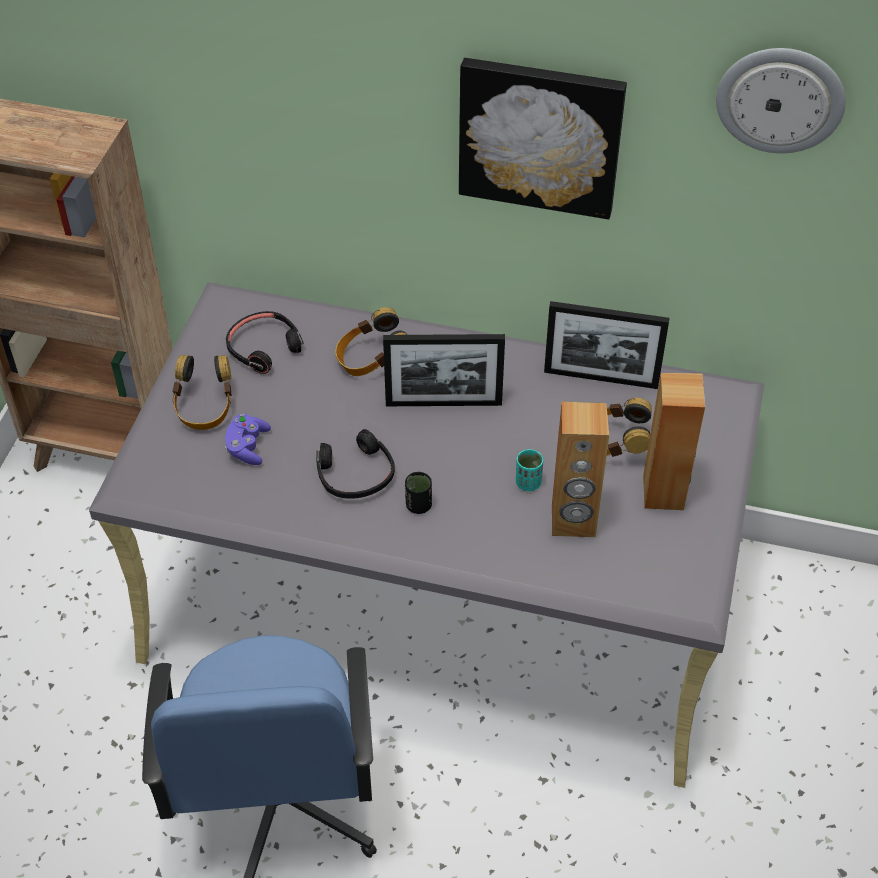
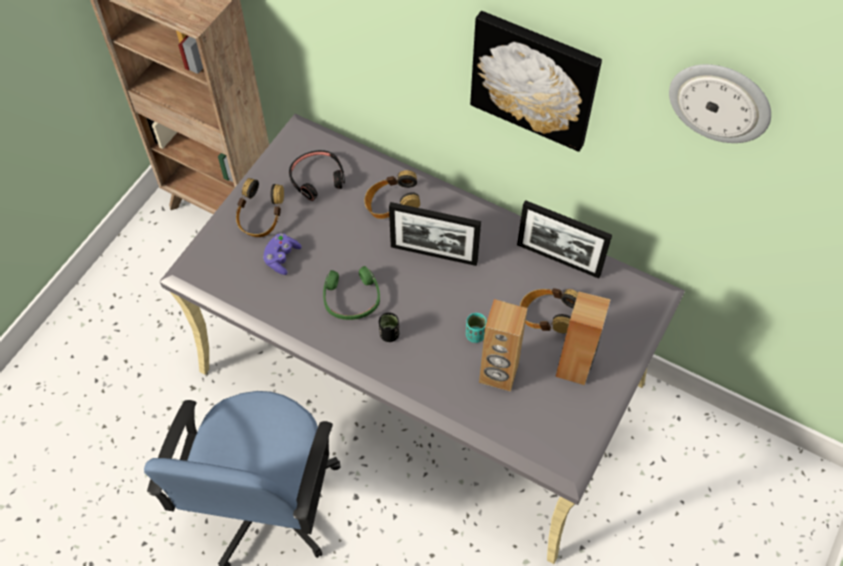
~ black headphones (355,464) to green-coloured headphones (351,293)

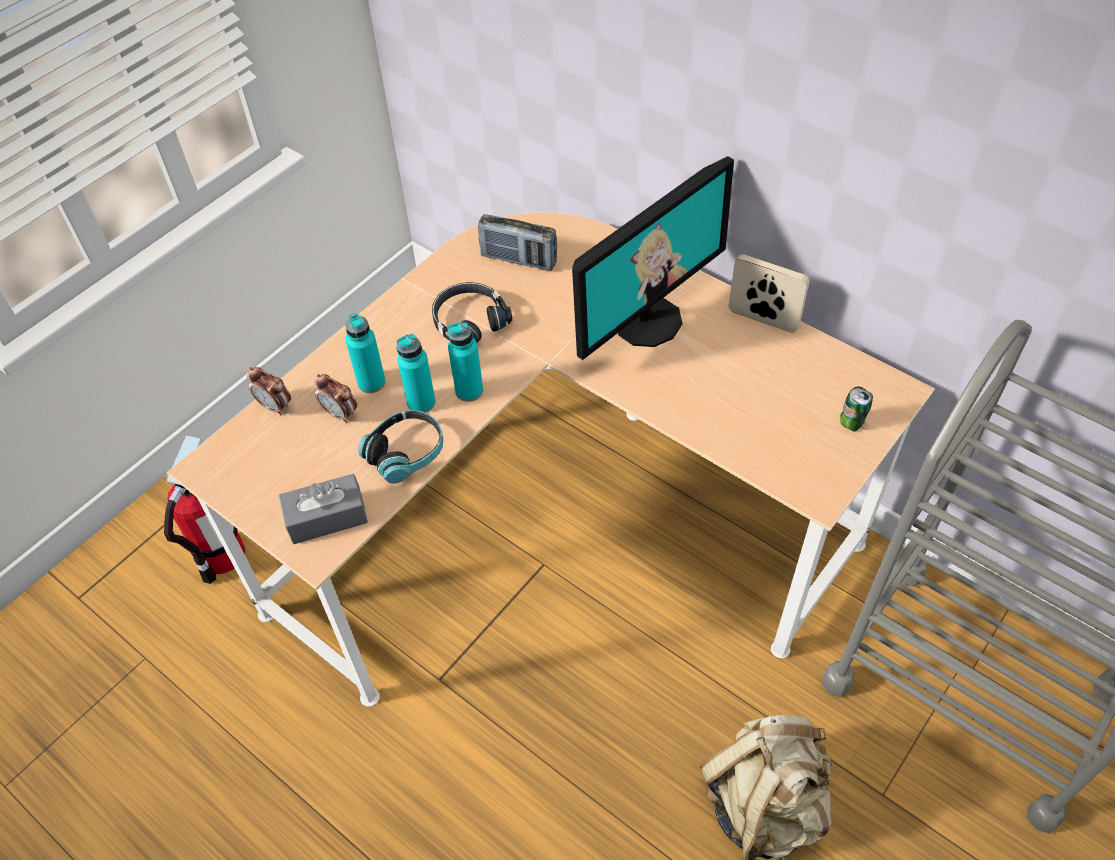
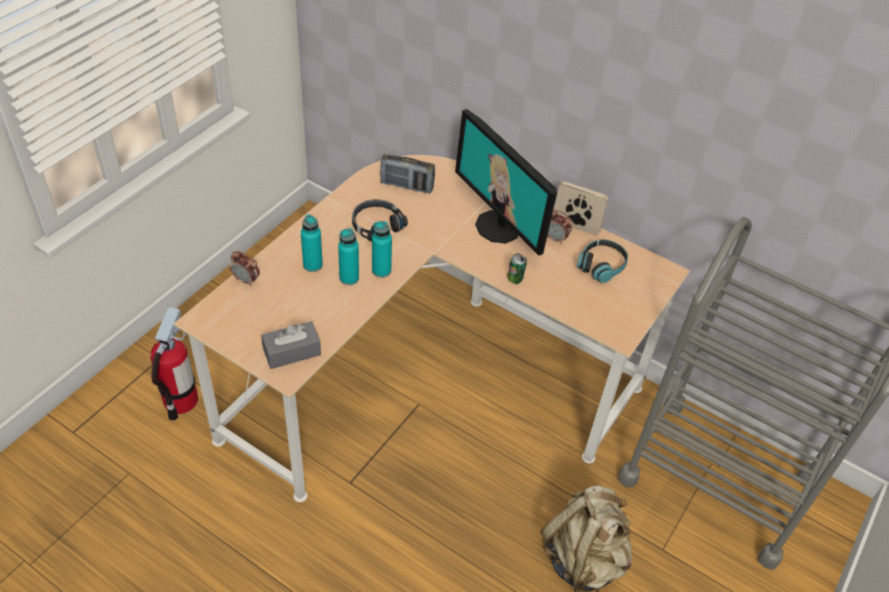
~ table clock (336,398) to (560,227)
~ headphones (400,447) to (602,261)
~ metal can (856,409) to (517,268)
~ monitor (653,258) = (506,182) 105 degrees clockwise

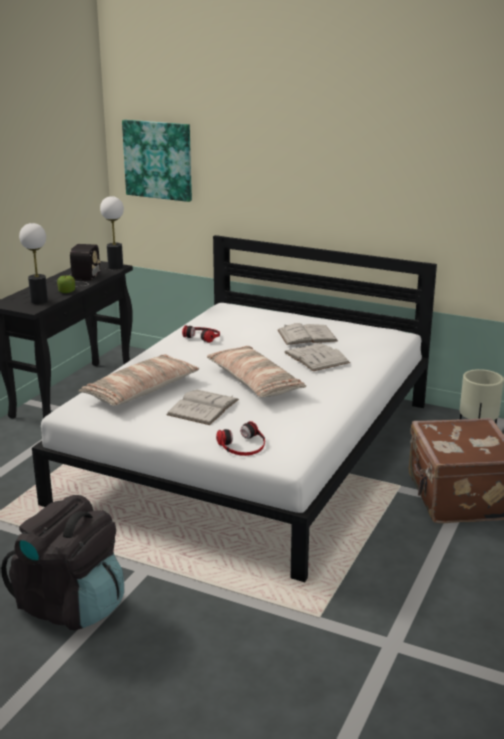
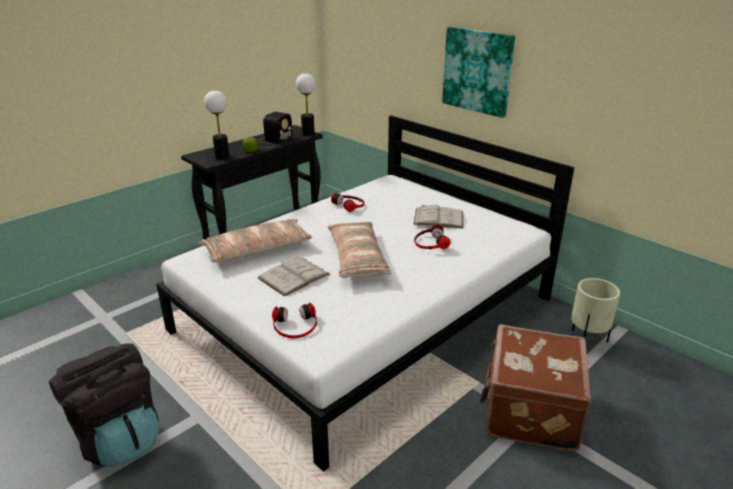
~ picture (157,161) to (478,72)
~ whitish bound book (317,357) to headphones (432,236)

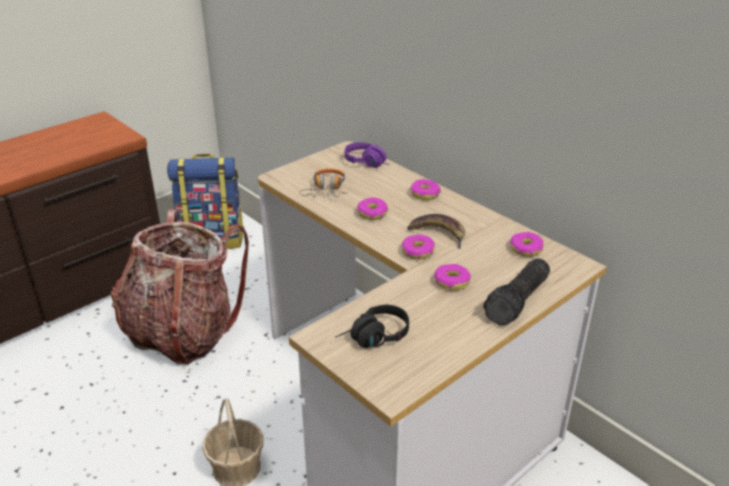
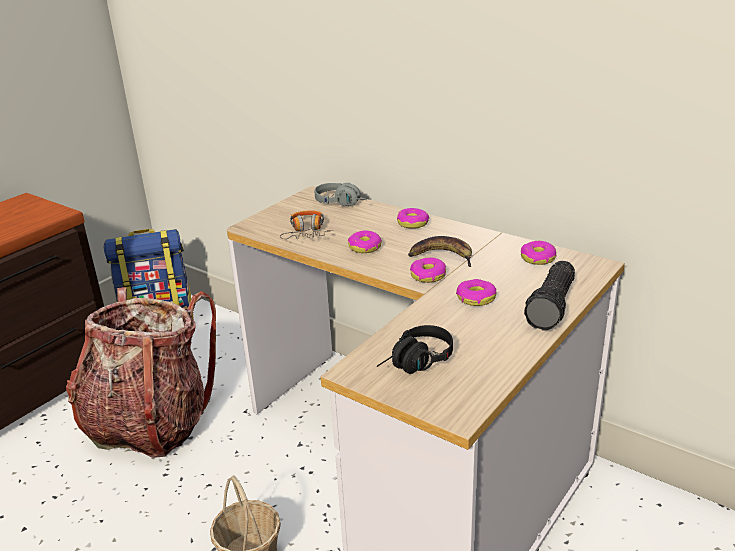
~ purple headphones (367,155) to gray headphones (341,194)

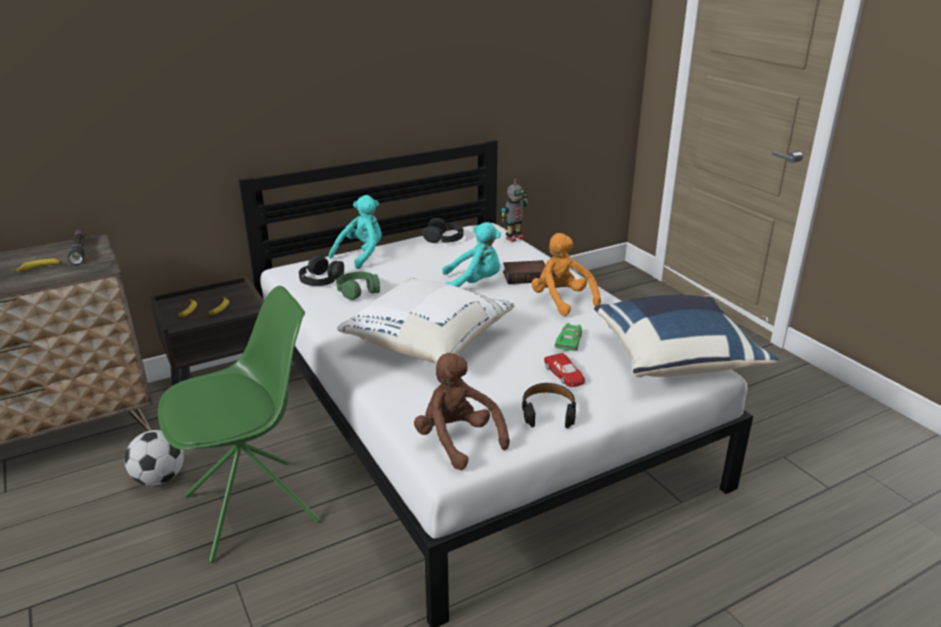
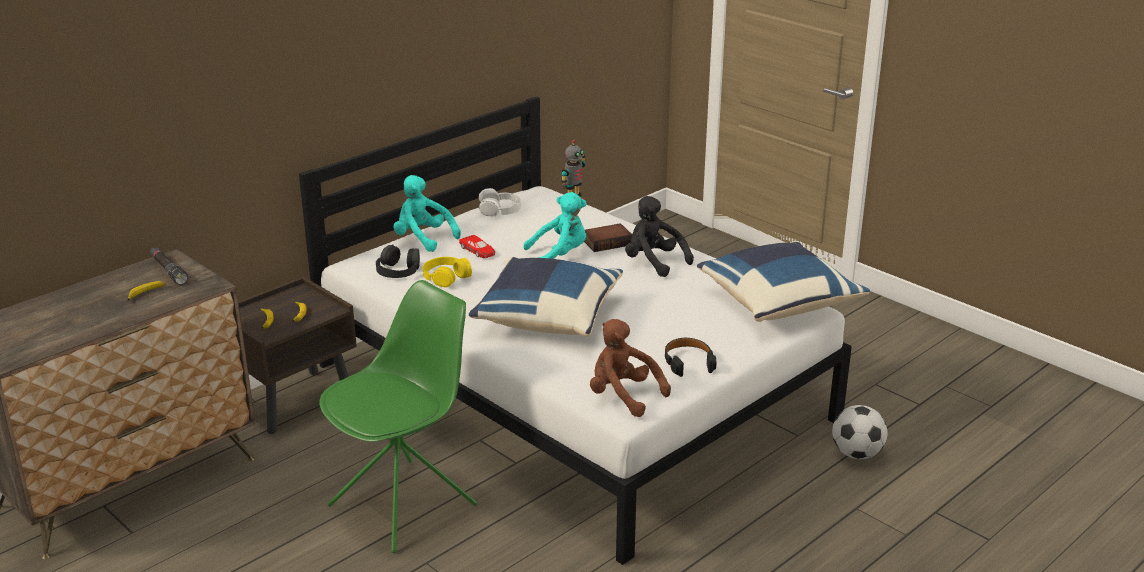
- green-coloured miniature car (568,337)
~ football ball (154,458) to (860,432)
~ red miniature car (564,370) to (477,246)
~ green-coloured headphones (358,286) to yellow-coloured headphones (447,272)
~ whitish cushion (426,320) to blue cushion (546,297)
~ black headphones (443,230) to whitish headphones (500,202)
~ orange plush toy (566,274) to black plush toy (659,236)
~ turquoise plush toy (355,232) = (427,213) 75 degrees counterclockwise

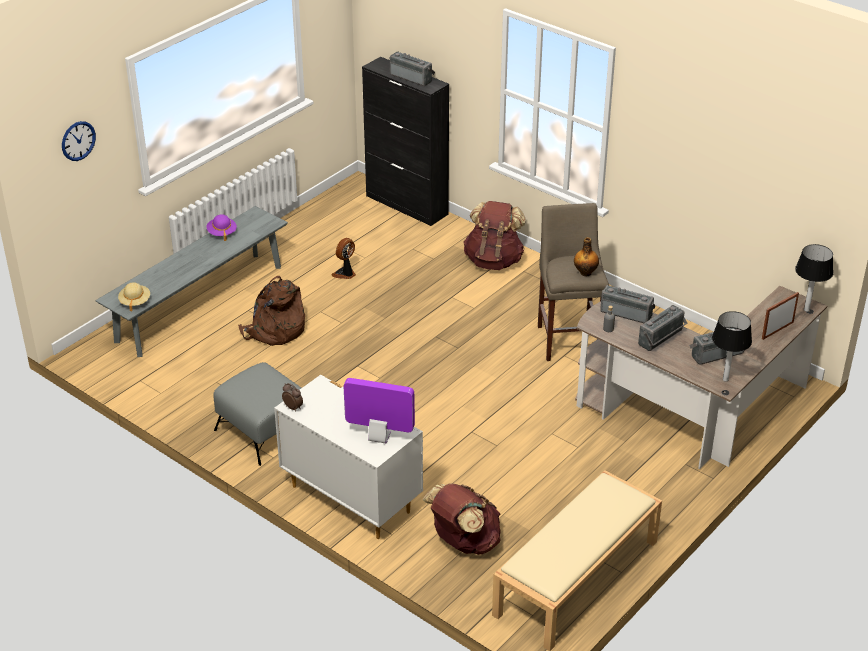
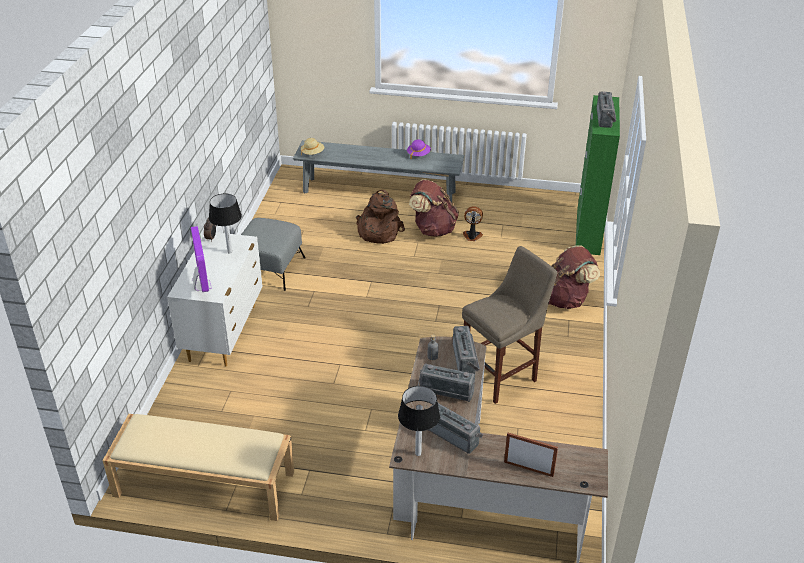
- hanging clock (79,141)
- beverage bottle (586,256)
~ brown-coloured backpack (461,519) to (434,208)
~ tabletop lamp (814,278) to (225,223)
~ black cupboard (405,141) to green-coloured cupboard (598,175)

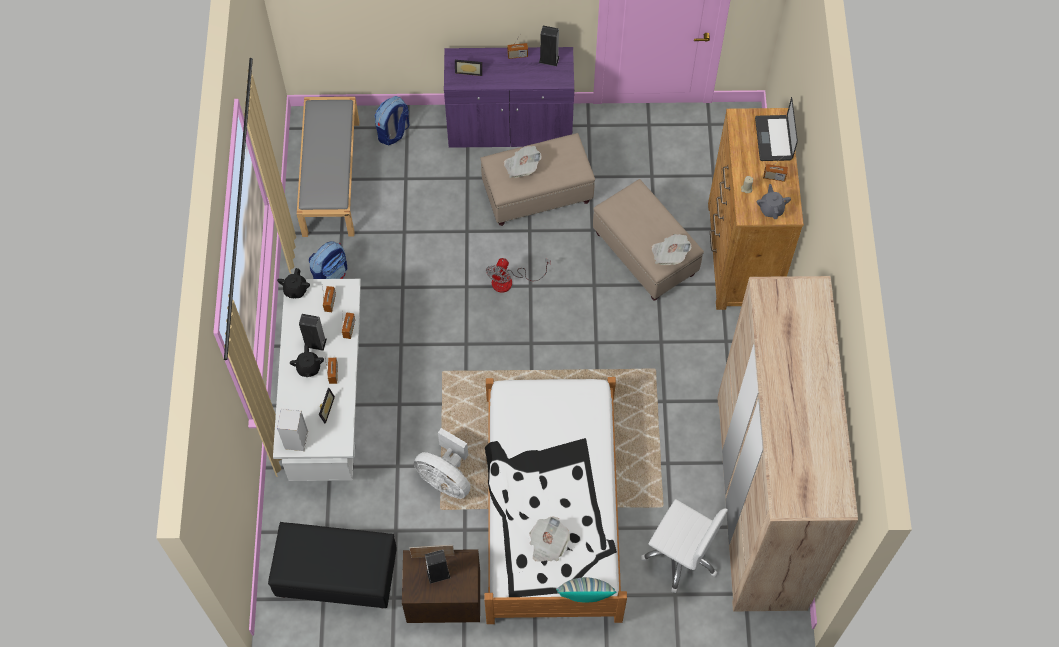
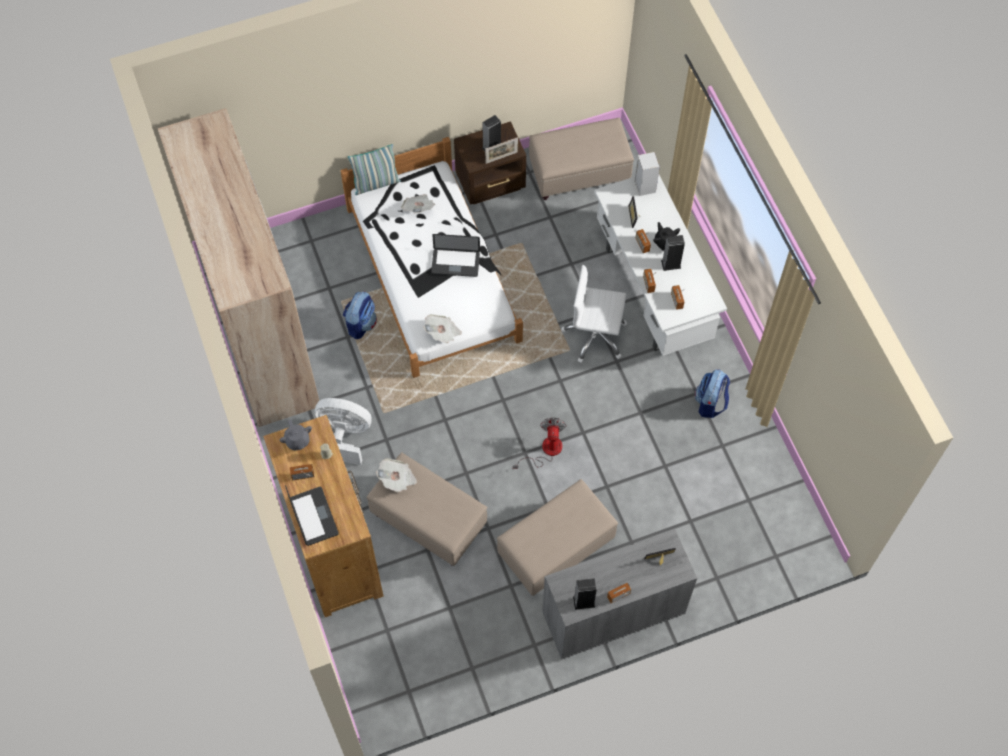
- black tea pot (293,283)
- gray long seat (328,167)
+ laptop (455,255)
~ backpack (392,120) to (360,315)
~ whitish fan (442,463) to (343,431)
~ printed paper (523,162) to (442,328)
~ whitish computer chair (684,546) to (594,314)
~ black pouffe (332,565) to sand-coloured pouffe (581,159)
~ purple cupboard (509,97) to gray cupboard (619,594)

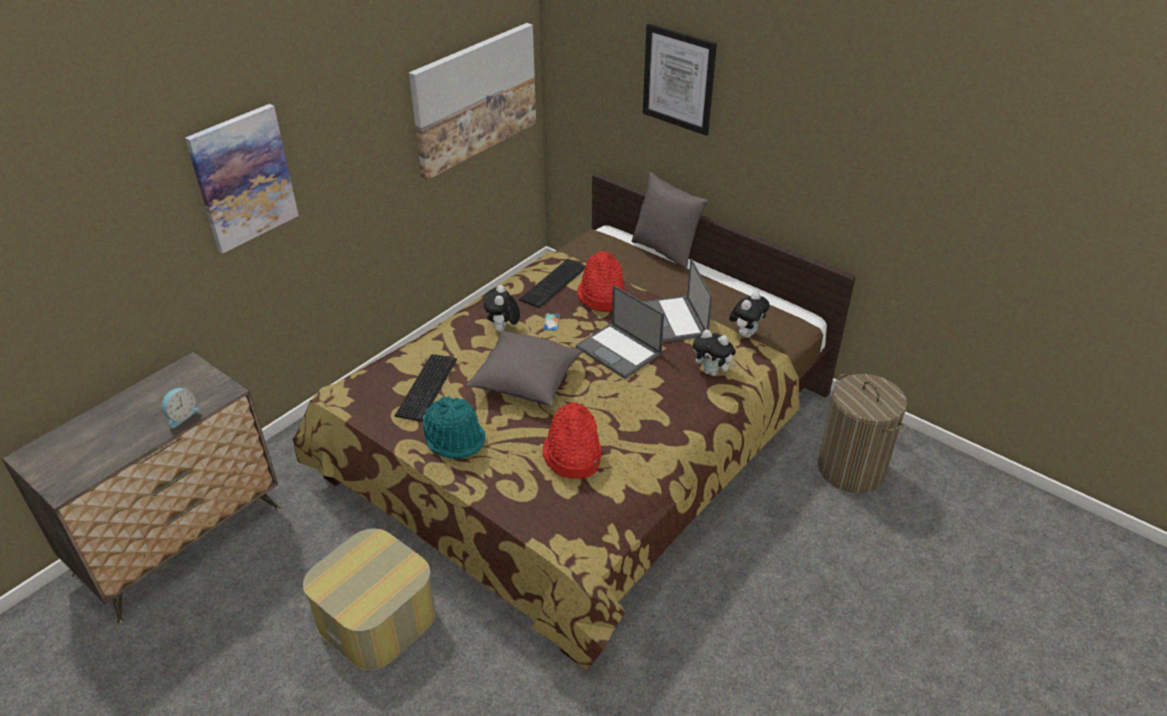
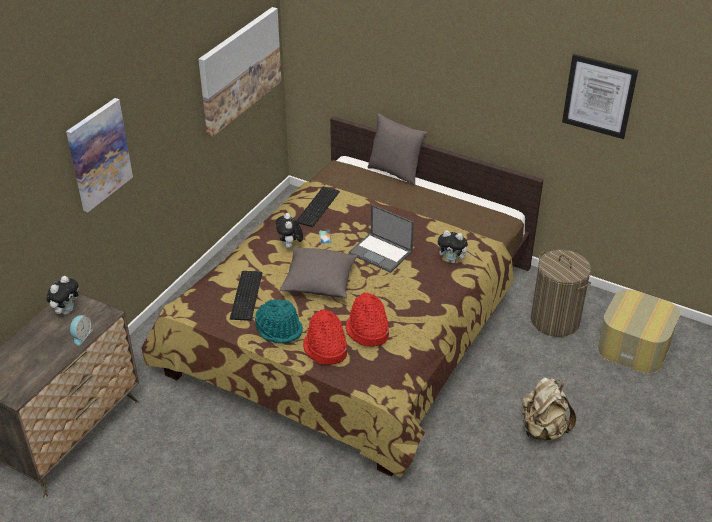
- laptop (678,301)
+ sand-coloured backpack (549,409)
~ pouffe (369,599) to (639,331)
~ red wearable hat (601,281) to (325,337)
~ picture (680,80) to (600,96)
~ plush toy (749,315) to (62,295)

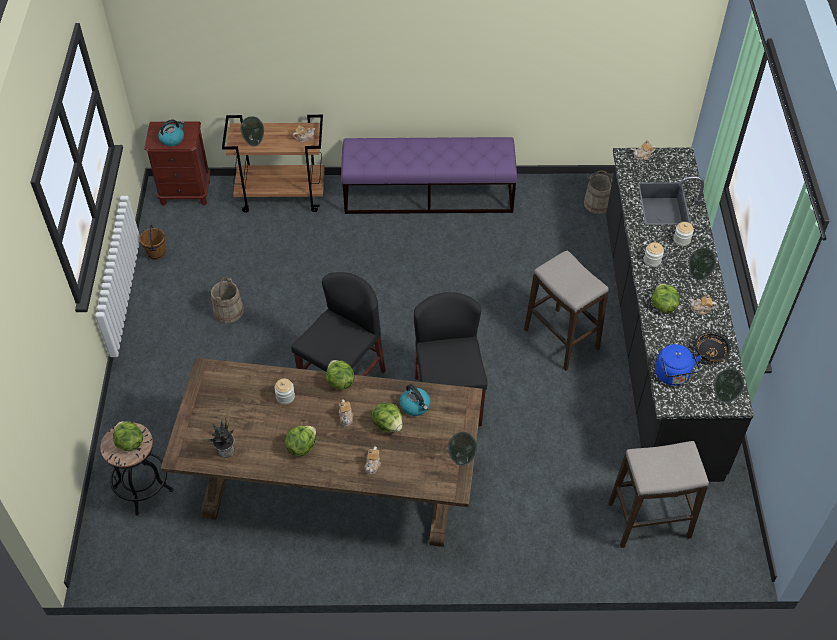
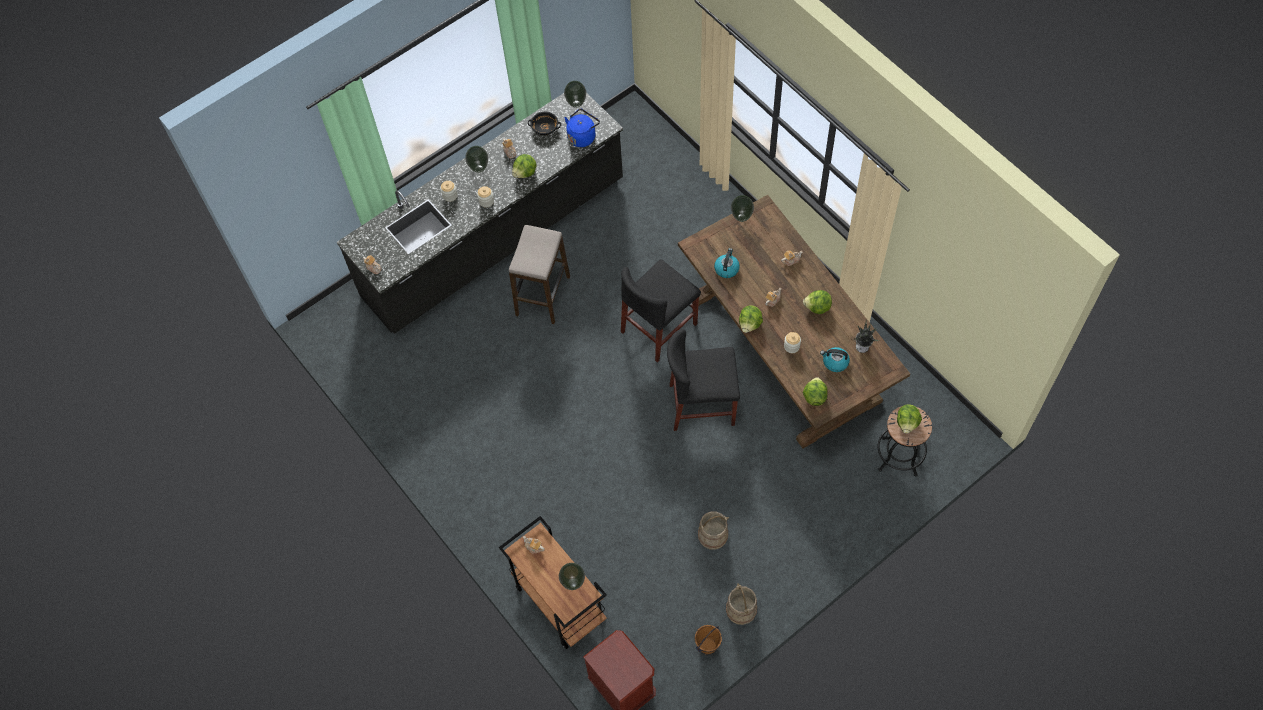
- purple long seat (429,175)
- stool seat (658,494)
~ kettle (171,132) to (835,359)
~ lettuce (387,417) to (815,391)
~ sand-coloured pail (598,192) to (741,604)

